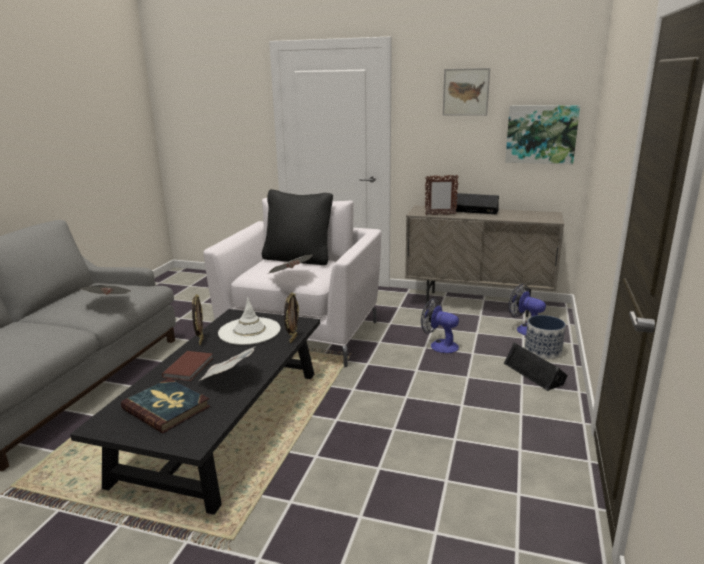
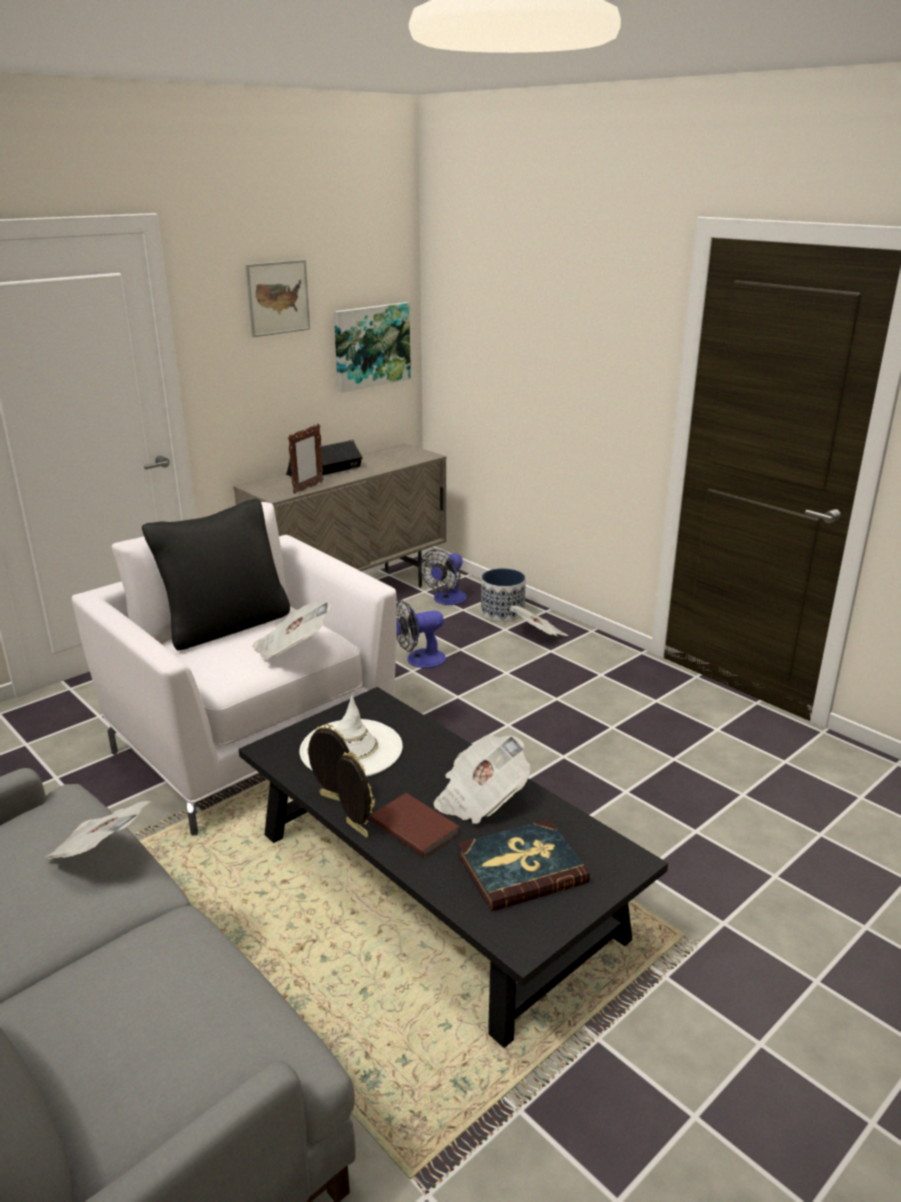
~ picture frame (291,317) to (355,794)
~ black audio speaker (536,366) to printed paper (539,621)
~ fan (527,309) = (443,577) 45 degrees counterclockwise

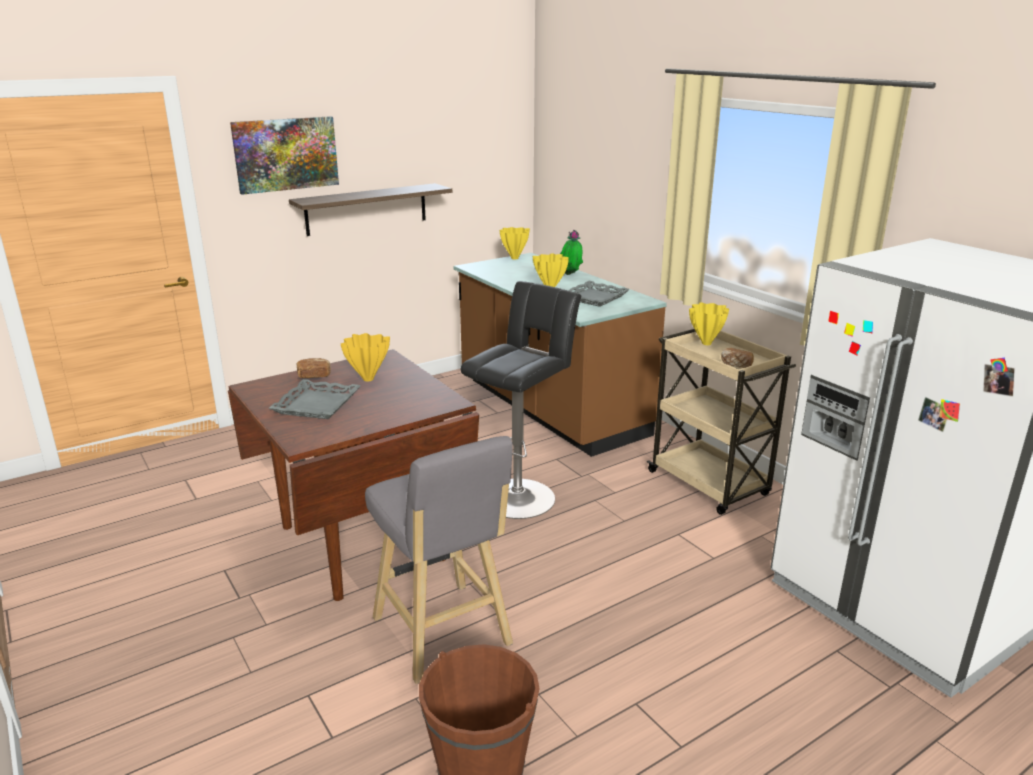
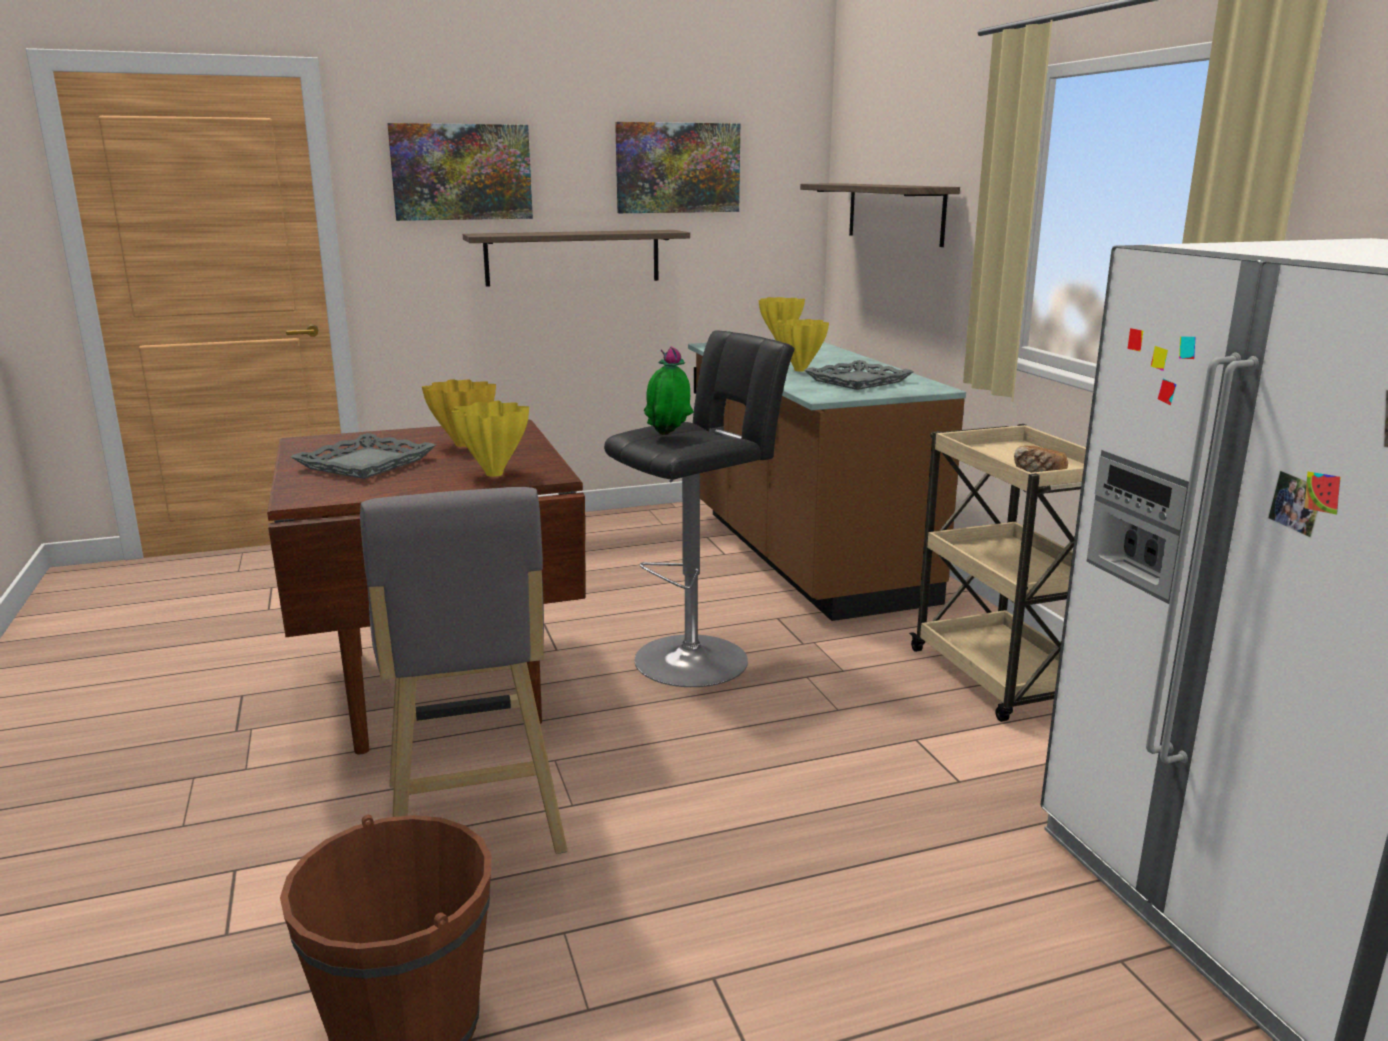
- baked bread (314,368)
+ picture (677,167)
+ shelf (880,215)
~ houseplant (571,252) to (668,390)
~ yellow-coloured decorative vase (709,323) to (490,439)

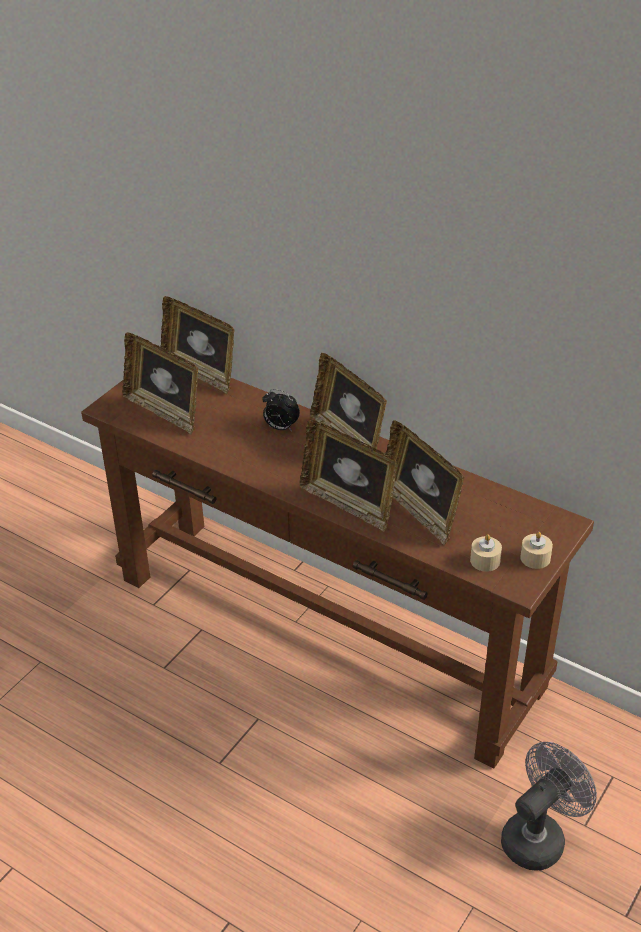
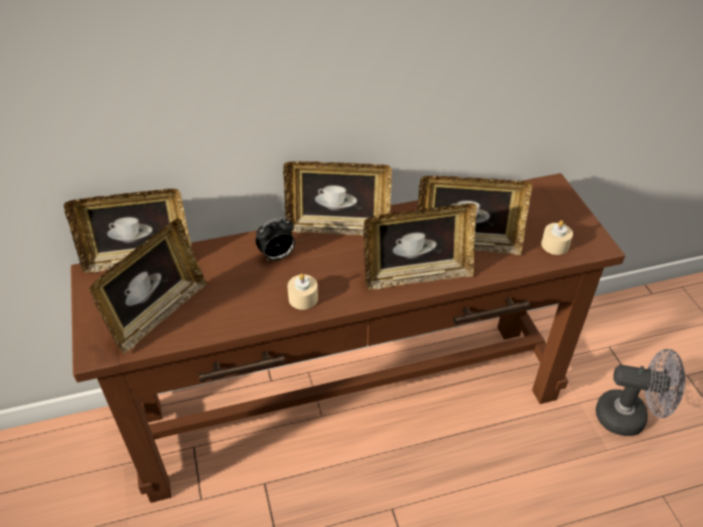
~ sand-coloured wax light (536,550) to (303,292)
~ picture frame (160,384) = (148,286) 45 degrees counterclockwise
~ gray fan (549,806) = (640,392) 105 degrees clockwise

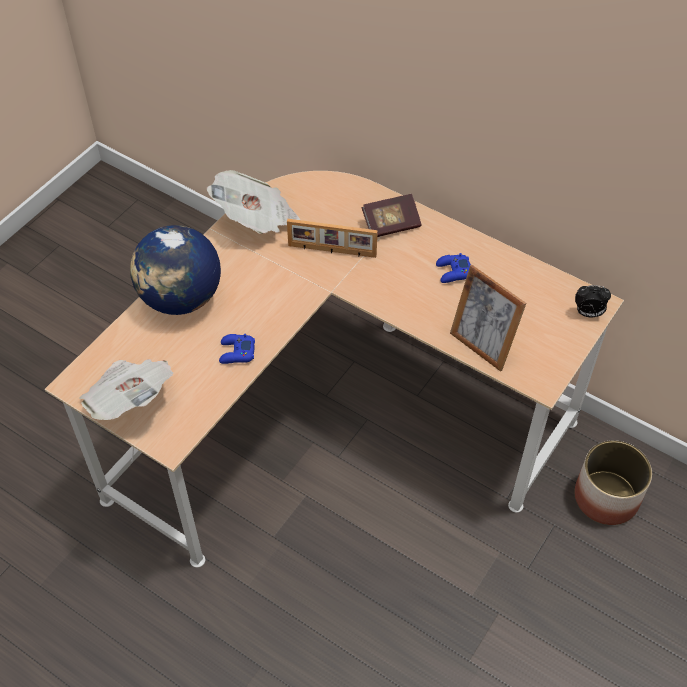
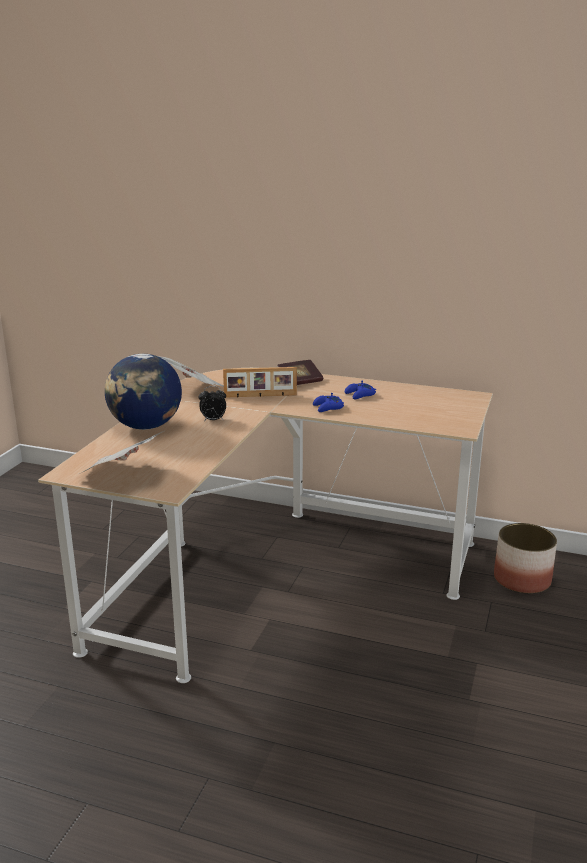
- picture frame (488,318)
~ blue joypad (237,349) to (328,402)
~ table clock (593,301) to (212,404)

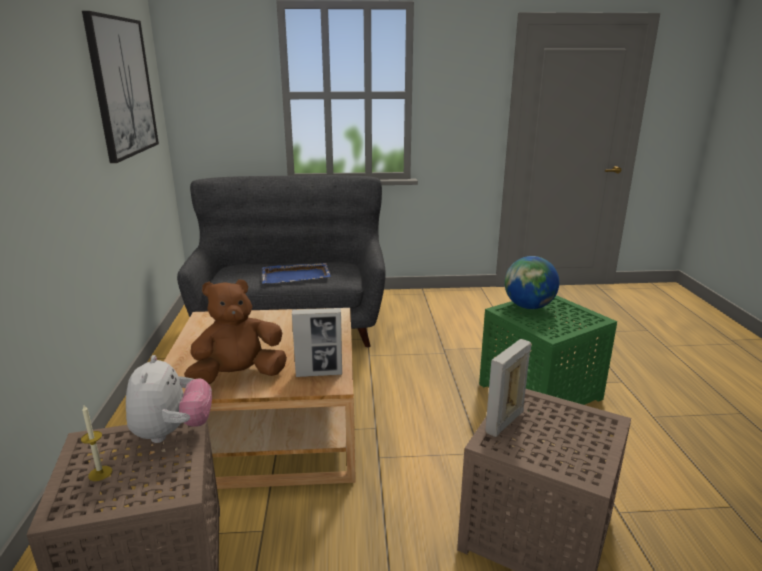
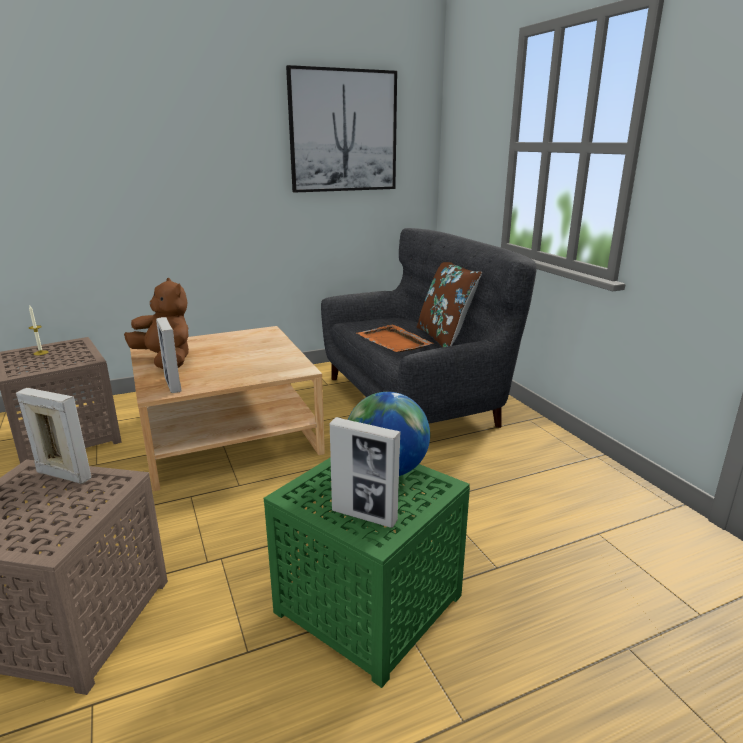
- plush toy (169,399)
+ picture frame (365,472)
+ brown-coloured cushion (449,304)
~ blue tray (296,273) to orange tray (395,338)

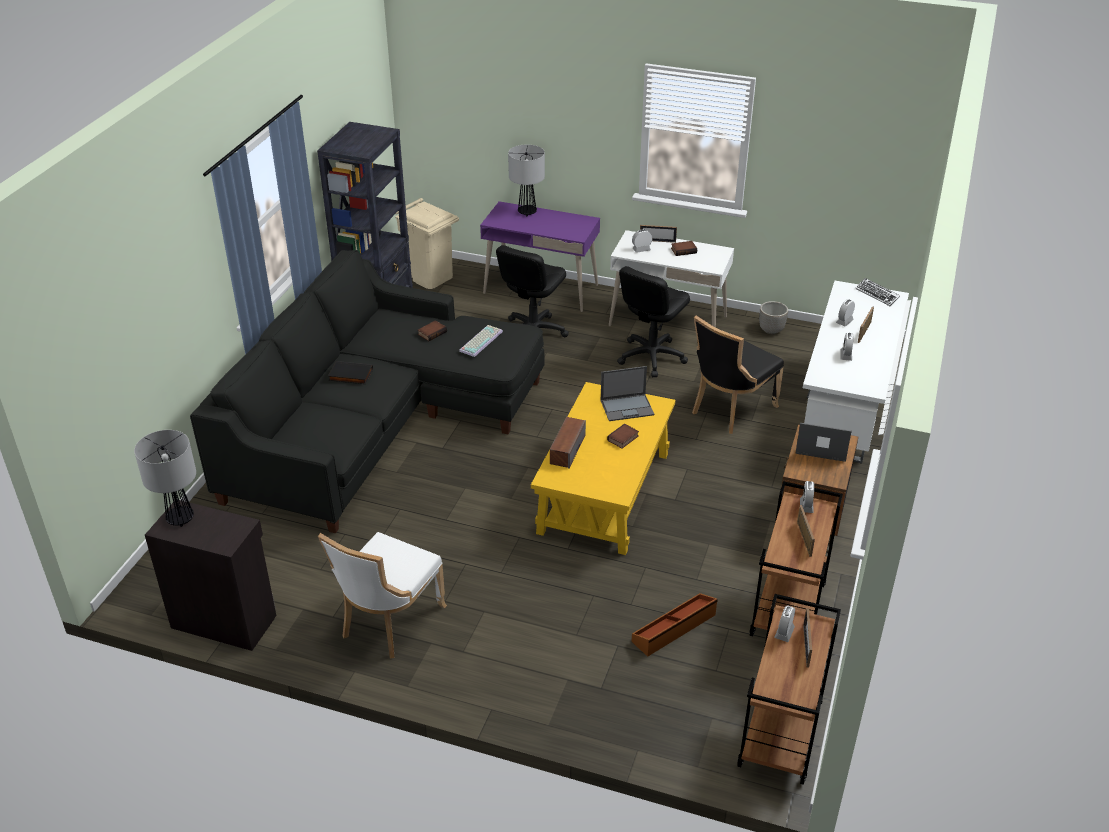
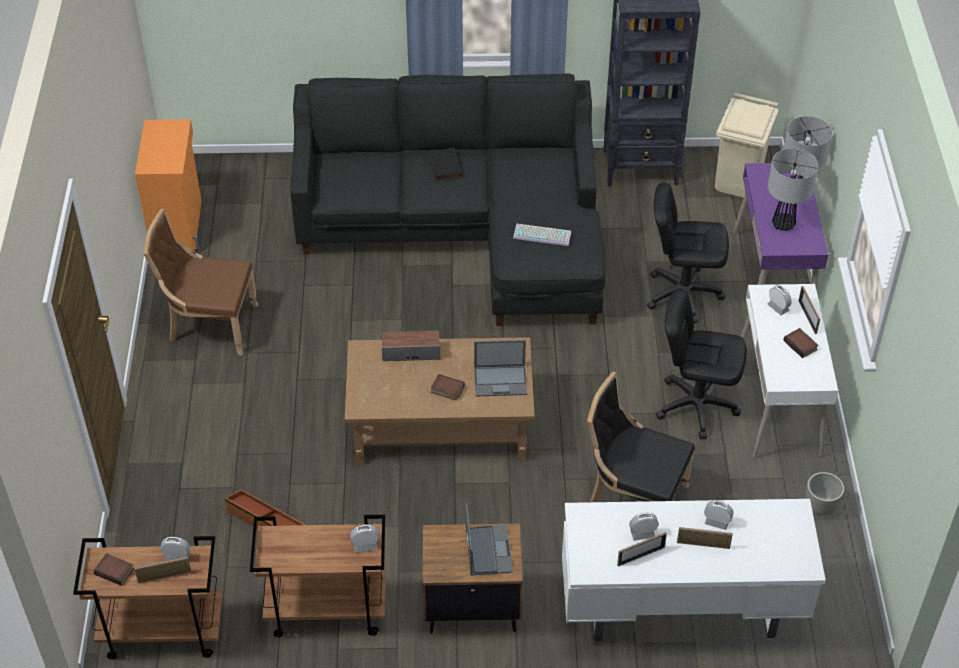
- keyboard (877,292)
~ tabletop lamp (165,478) to (793,189)
~ bound book (432,330) to (114,569)
~ picture frame (806,531) to (642,549)
~ black cupboard (210,575) to orange cupboard (168,185)
~ whitish upright chair (382,595) to brown-coloured upright chair (200,282)
~ yellow-coloured lounge table (603,468) to brown-coloured lounge table (440,400)
~ laptop (627,393) = (500,368) 60 degrees counterclockwise

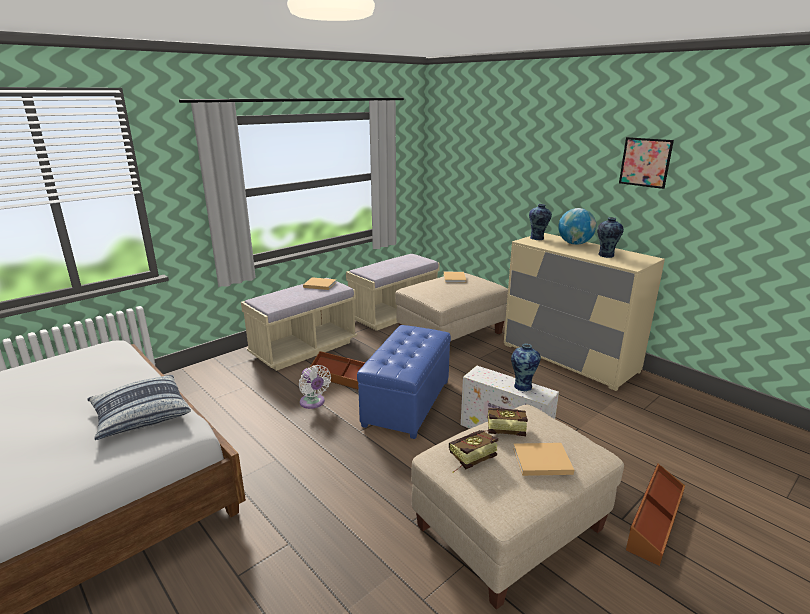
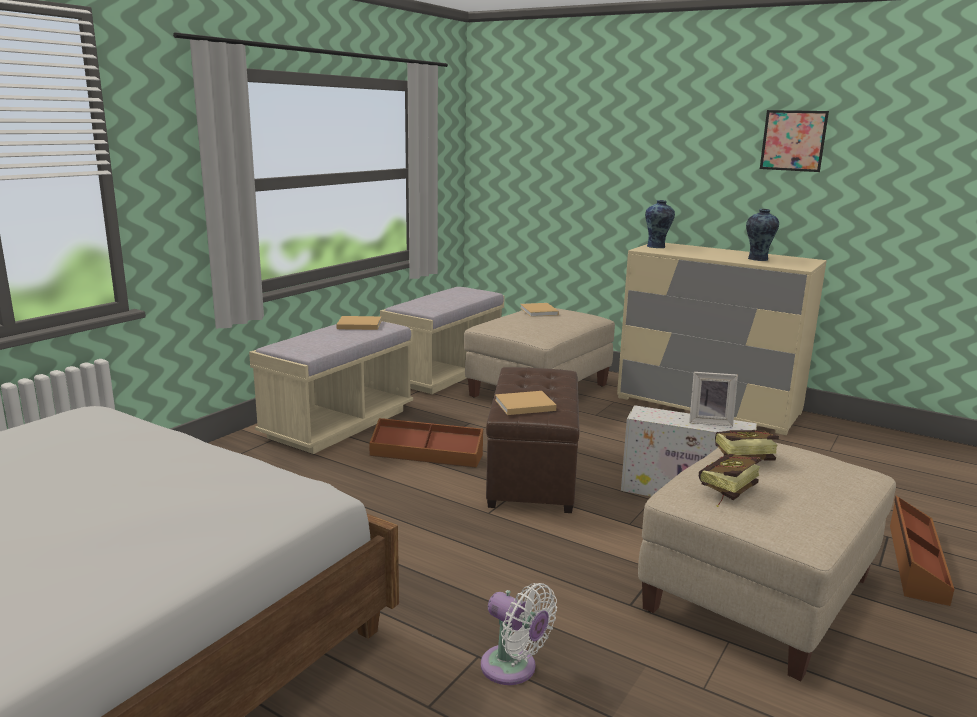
- cushion (139,407)
- desk globe (577,226)
~ whitish fan (315,387) to (519,634)
~ sand-coloured bound book (543,459) to (525,403)
~ decorative vase (526,368) to picture frame (713,399)
~ blue pouffe (404,382) to brown-coloured pouffe (532,440)

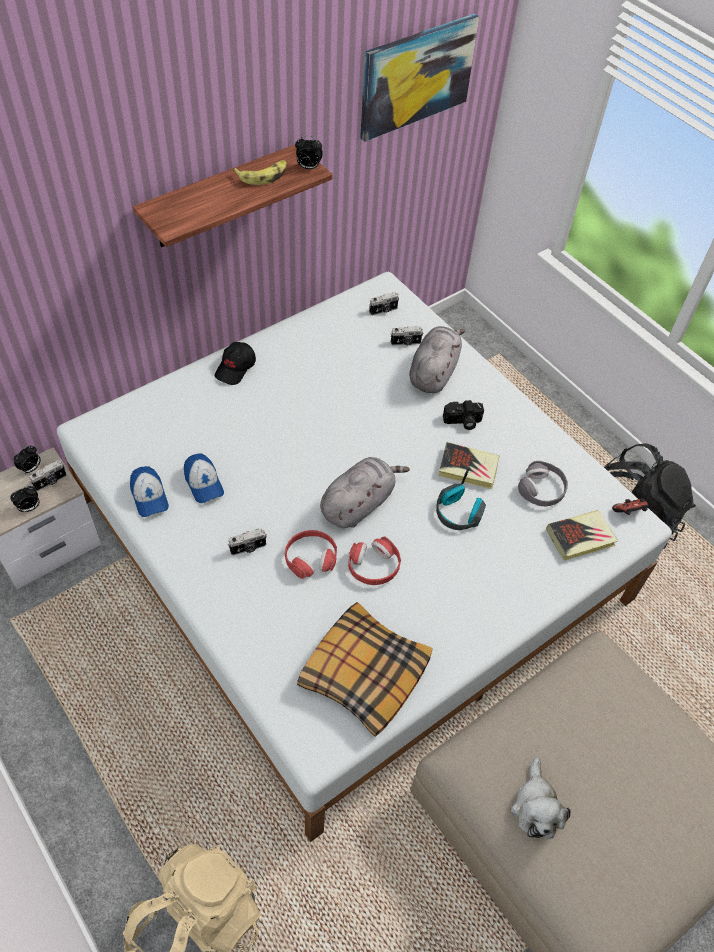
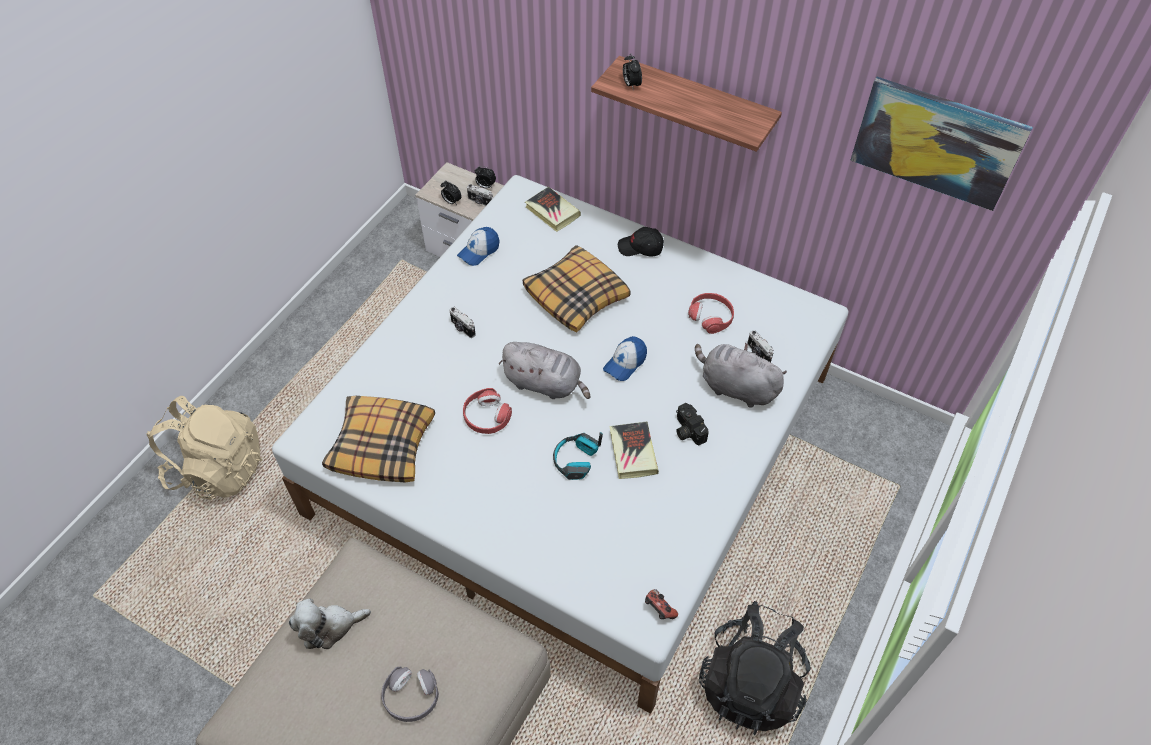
- banana fruit (260,172)
- photo camera (384,304)
+ cushion (577,288)
~ cap (204,478) to (625,358)
~ red headphones (311,554) to (711,313)
~ table clock (309,152) to (632,72)
~ gray headphones (543,483) to (410,694)
~ bound book (582,535) to (553,209)
~ gray plush toy (437,359) = (741,375) 150 degrees counterclockwise

